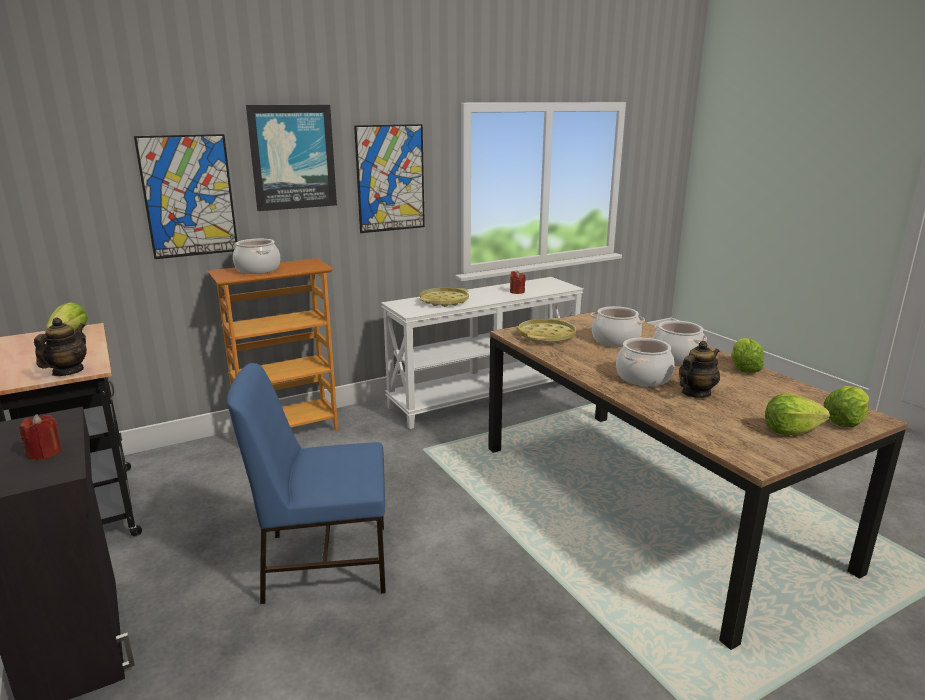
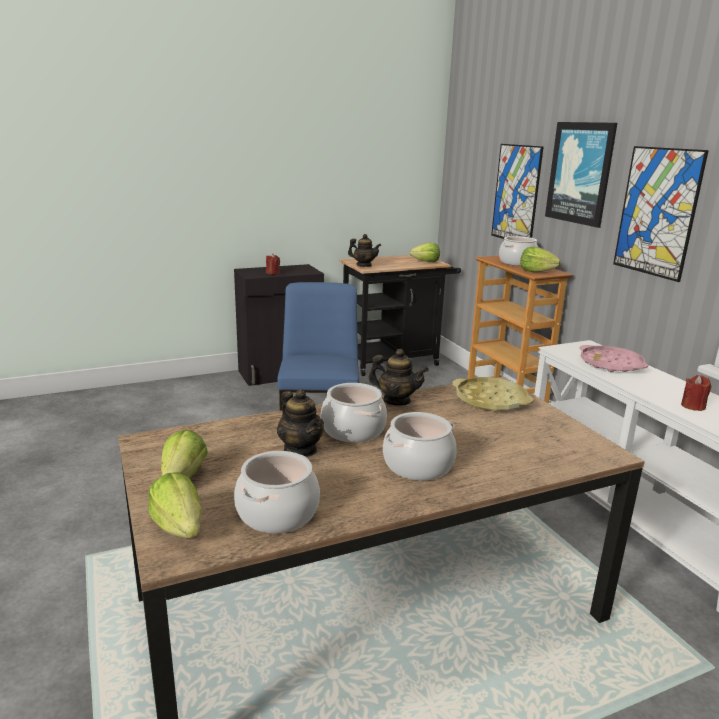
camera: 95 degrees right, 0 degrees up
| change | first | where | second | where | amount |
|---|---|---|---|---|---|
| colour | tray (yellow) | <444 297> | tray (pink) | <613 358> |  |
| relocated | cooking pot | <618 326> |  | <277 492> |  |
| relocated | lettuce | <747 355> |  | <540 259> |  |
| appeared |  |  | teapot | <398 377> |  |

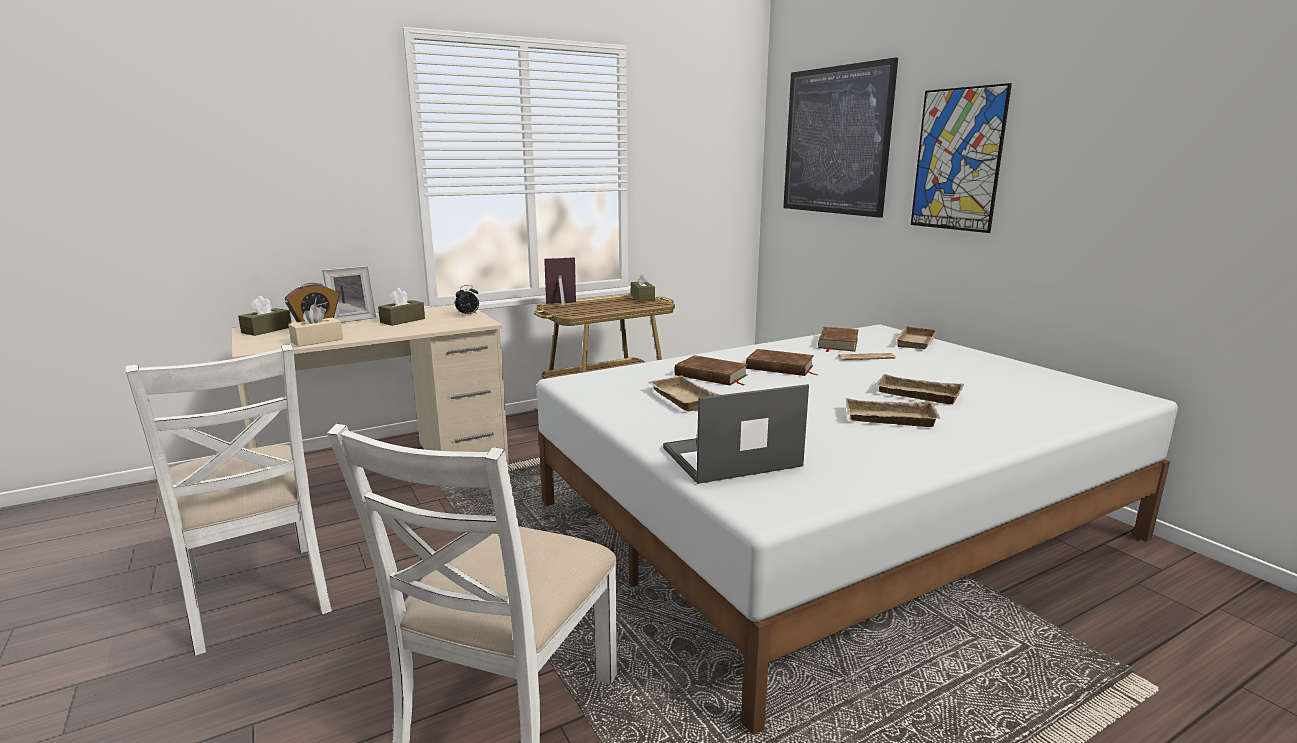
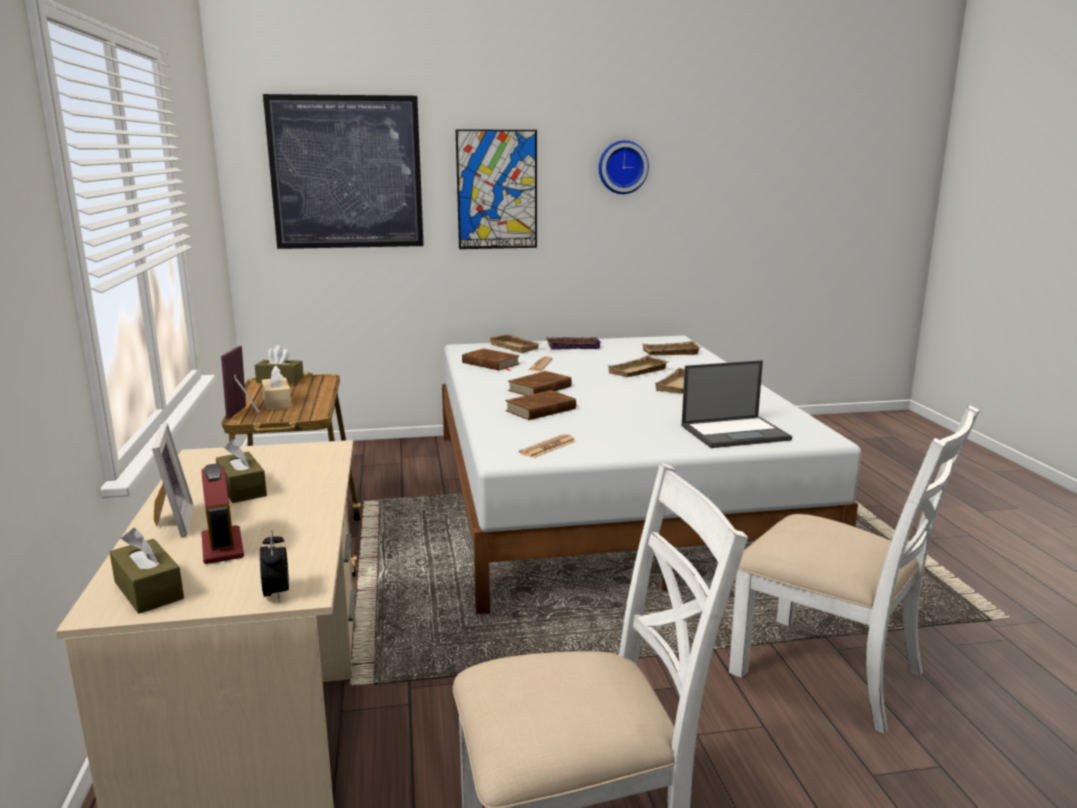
camera: 70 degrees left, 0 degrees up
| change | first | where | second | where | amount |
|---|---|---|---|---|---|
| relocated | tissue box (beige) | <315 326> |  | <277 387> |  |
| relocated | alarm clock | <467 300> |  | <274 566> |  |
| relocated | tray (beige) | <683 393> |  | <671 348> |  |
| spun | laptop | <736 434> |  | <736 404> | 105 degrees counterclockwise |
| appeared |  |  | newspaper | <547 446> |  |
| appeared |  |  | tray (purple) | <574 343> |  |
| appeared |  |  | wall clock | <624 167> |  |

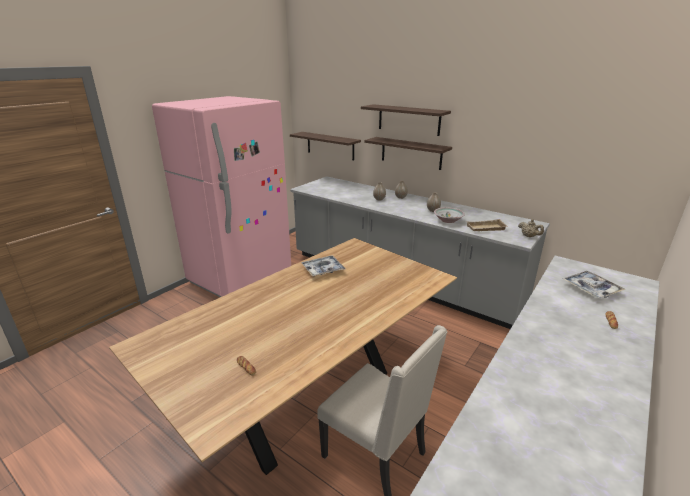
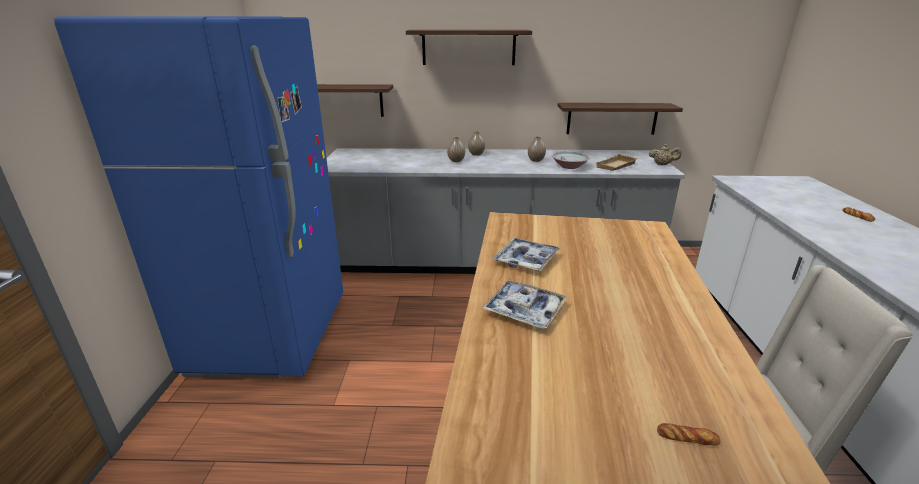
camera: 35 degrees left, 0 degrees up
| change | first | where | second | where | amount |
|---|---|---|---|---|---|
| colour | fridge (pink) | <221 196> | fridge (blue) | <198 197> |  |
| relocated | shelf | <408 153> |  | <620 119> |  |
| relocated | tray | <593 285> |  | <525 304> |  |

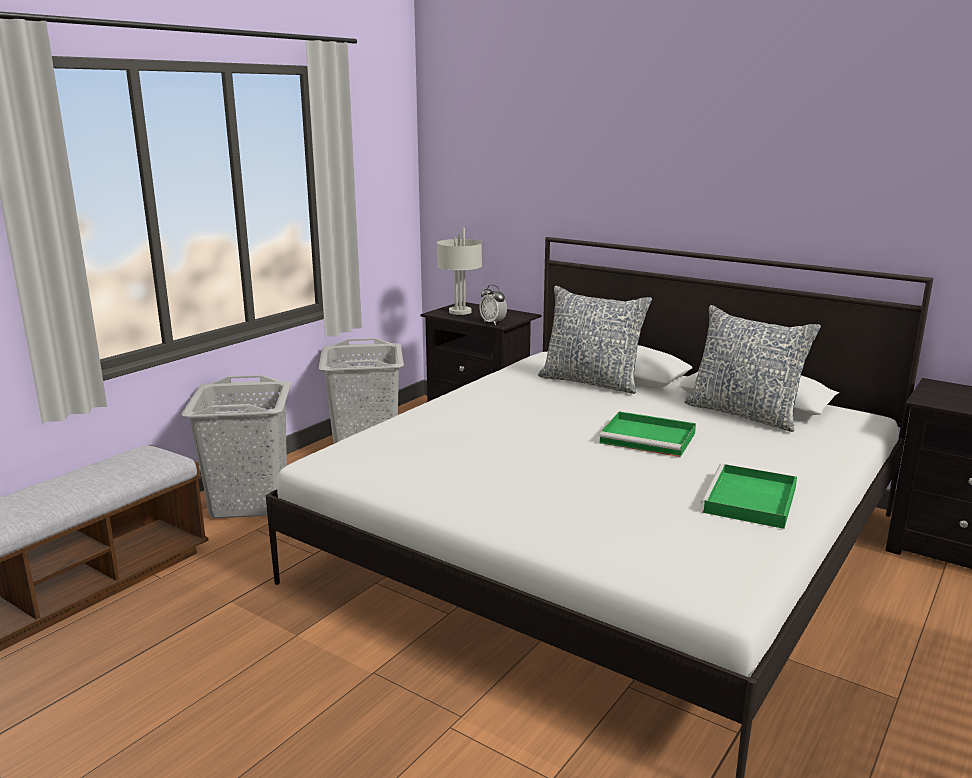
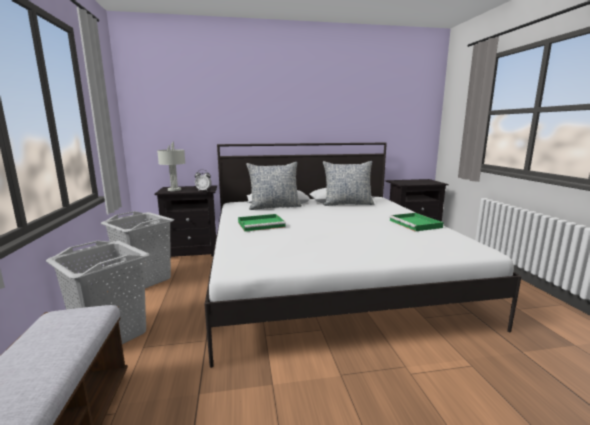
camera: 45 degrees left, 5 degrees down
| change | first | where | second | where | amount |
|---|---|---|---|---|---|
| relocated | tray (green) | <647 434> |  | <262 223> |  |

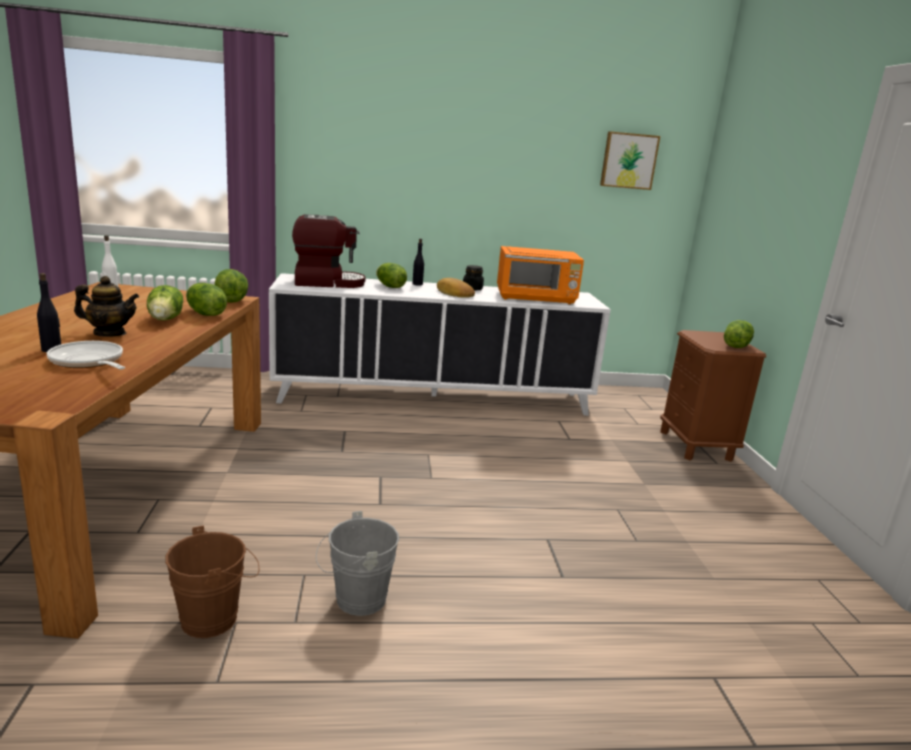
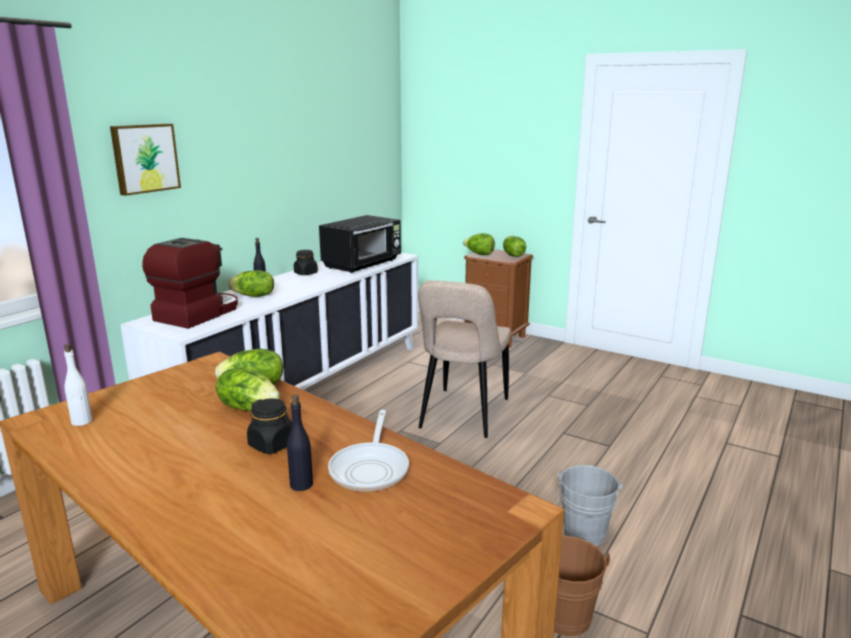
camera: 50 degrees left, 0 degrees up
| change | first | where | second | where | amount |
|---|---|---|---|---|---|
| spun | frying pan | <86 355> |  | <368 451> | 75 degrees counterclockwise |
| exchanged | teapot | <106 306> | jar (black) | <269 426> |  |
| relocated | lettuce | <231 286> |  | <479 244> |  |
| missing | bread | <456 288> |  |  |  |
| colour | microwave (orange) | <540 275> | microwave (black) | <360 244> |  |
| relocated | picture | <630 160> |  | <145 160> |  |
| appeared |  |  | chair (beige) | <464 359> |  |

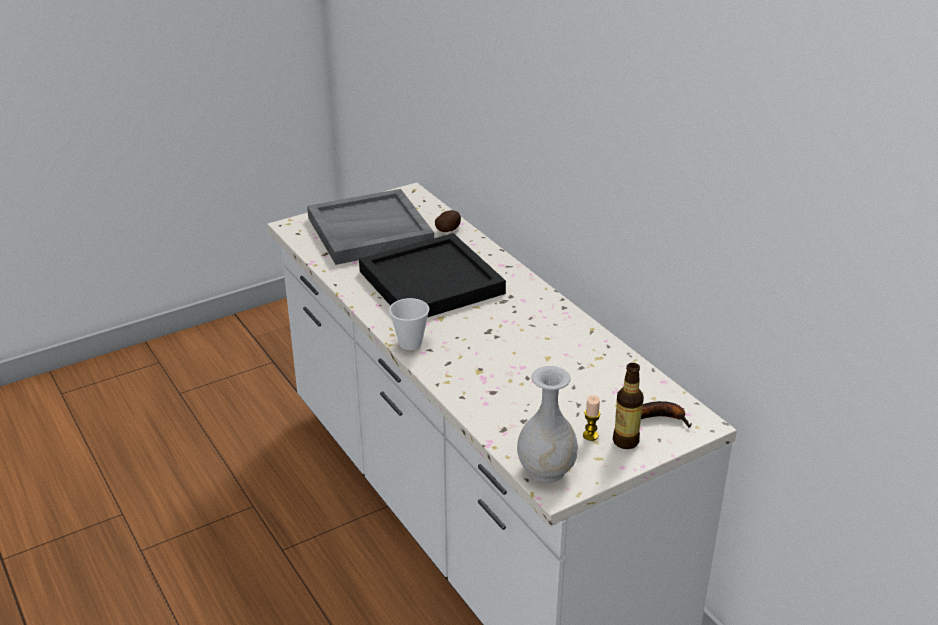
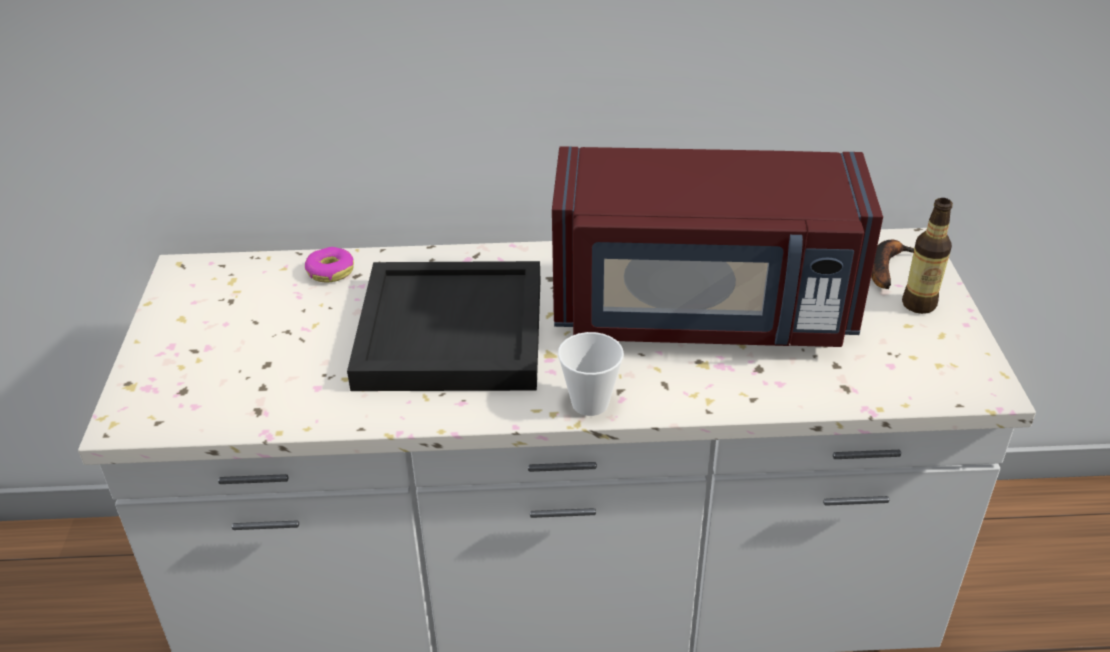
camera: 60 degrees left, 5 degrees up
| change | first | where | second | where | amount |
|---|---|---|---|---|---|
| missing | tray (grey) | <370 227> |  |  |  |
| exchanged | potato | <448 221> | donut | <329 264> |  |
| missing | vase (white) | <547 424> |  |  |  |
| missing | candle | <591 418> |  |  |  |
| appeared |  |  | microwave (red) | <717 246> |  |

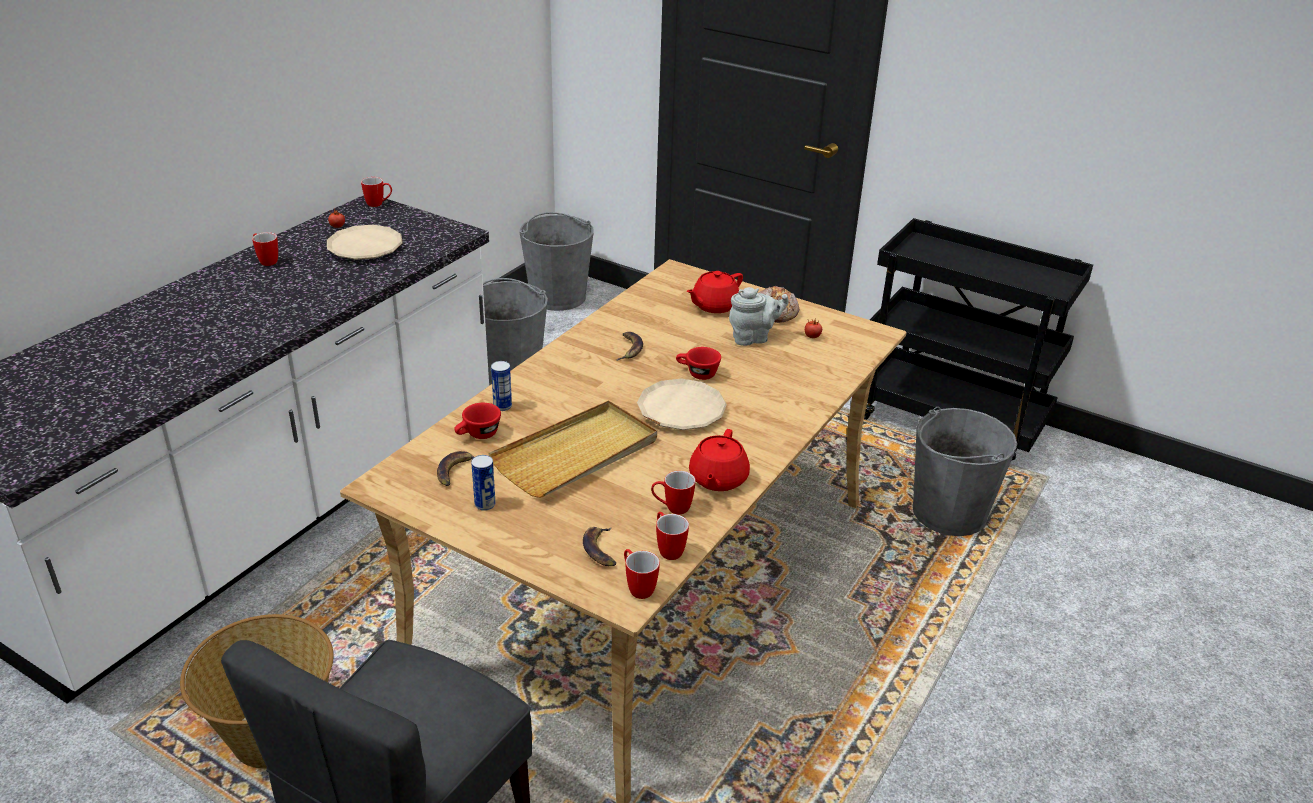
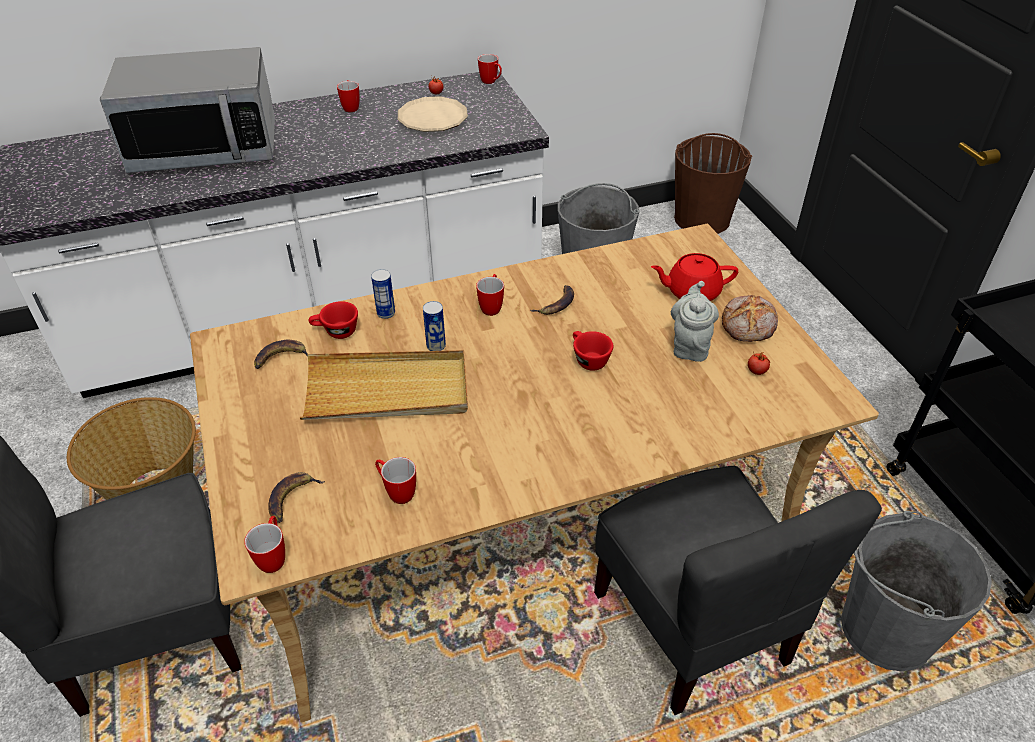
camera: 40 degrees right, 10 degrees up
| change | first | where | second | where | amount |
|---|---|---|---|---|---|
| relocated | can | <483 483> |  | <434 326> |  |
| colour | bucket (grey) | <557 261> | bucket (brown) | <713 183> |  |
| missing | plate (beige) | <682 404> |  |  |  |
| relocated | mug | <672 536> |  | <490 295> |  |
| missing | teapot (red) | <719 460> |  |  |  |
| spun | teapot (grey) | <759 316> |  | <695 321> | 105 degrees counterclockwise |
| appeared |  |  | microwave | <187 110> |  |
| appeared |  |  | chair (grey) | <738 590> |  |

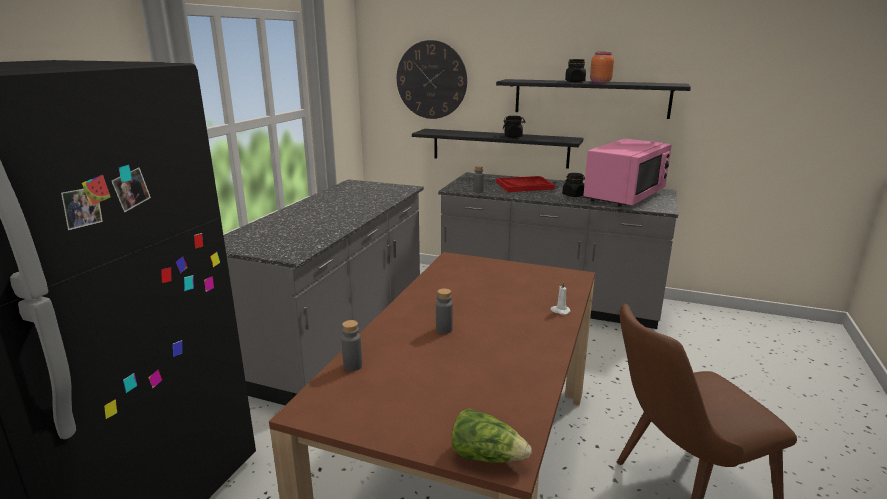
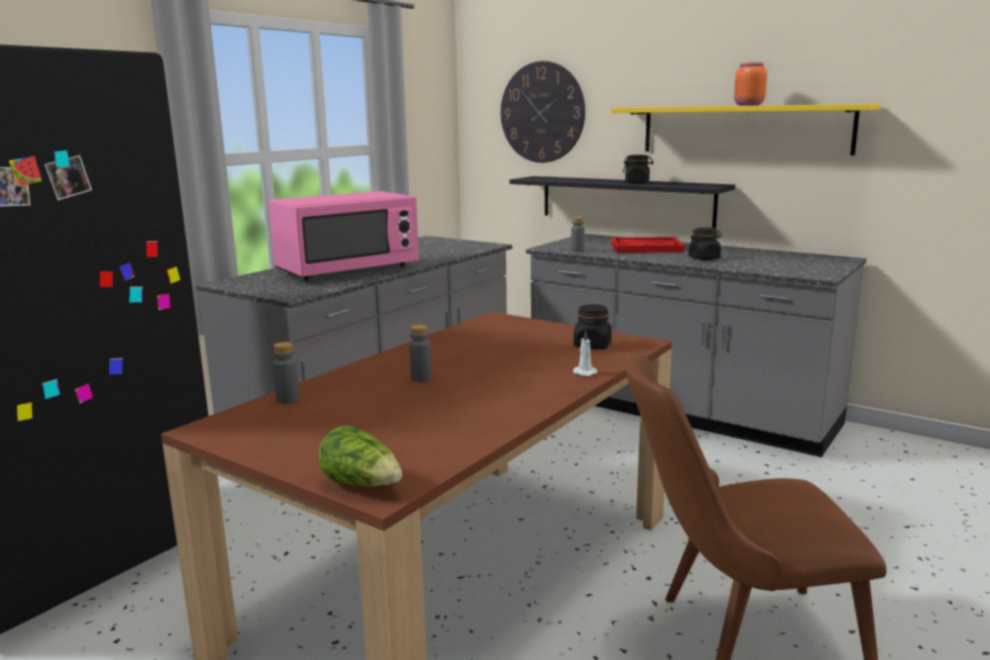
camera: 15 degrees right, 5 degrees down
| change | first | where | second | where | amount |
|---|---|---|---|---|---|
| colour | shelf (black) | <593 99> | shelf (yellow) | <746 129> |  |
| relocated | jar (black) | <575 70> |  | <593 326> |  |
| relocated | microwave (pink) | <627 173> |  | <343 235> |  |

